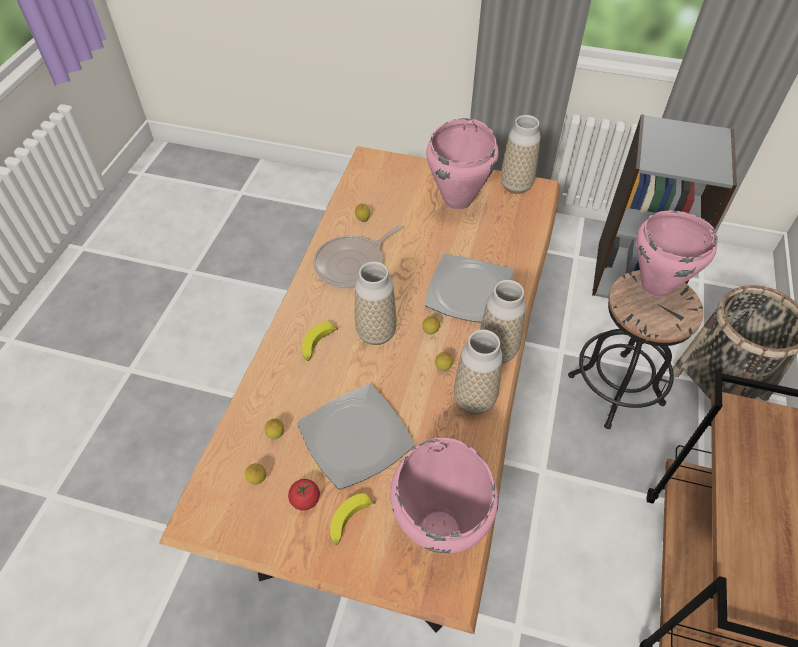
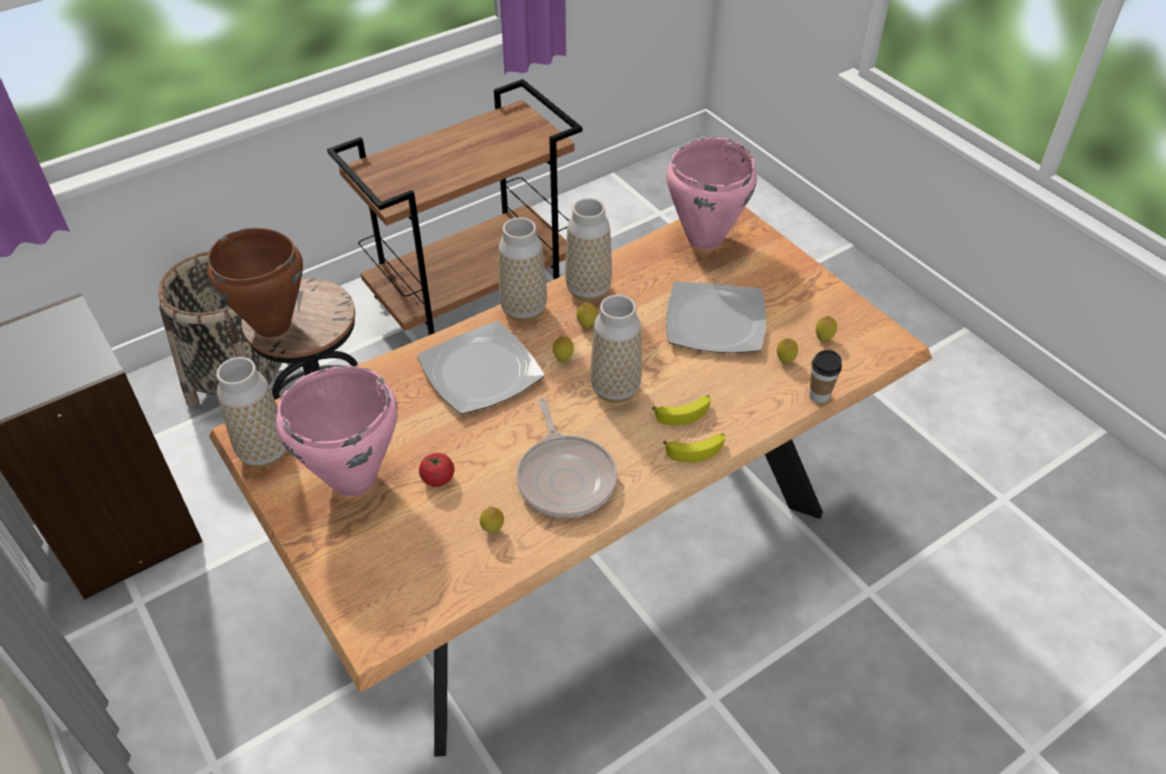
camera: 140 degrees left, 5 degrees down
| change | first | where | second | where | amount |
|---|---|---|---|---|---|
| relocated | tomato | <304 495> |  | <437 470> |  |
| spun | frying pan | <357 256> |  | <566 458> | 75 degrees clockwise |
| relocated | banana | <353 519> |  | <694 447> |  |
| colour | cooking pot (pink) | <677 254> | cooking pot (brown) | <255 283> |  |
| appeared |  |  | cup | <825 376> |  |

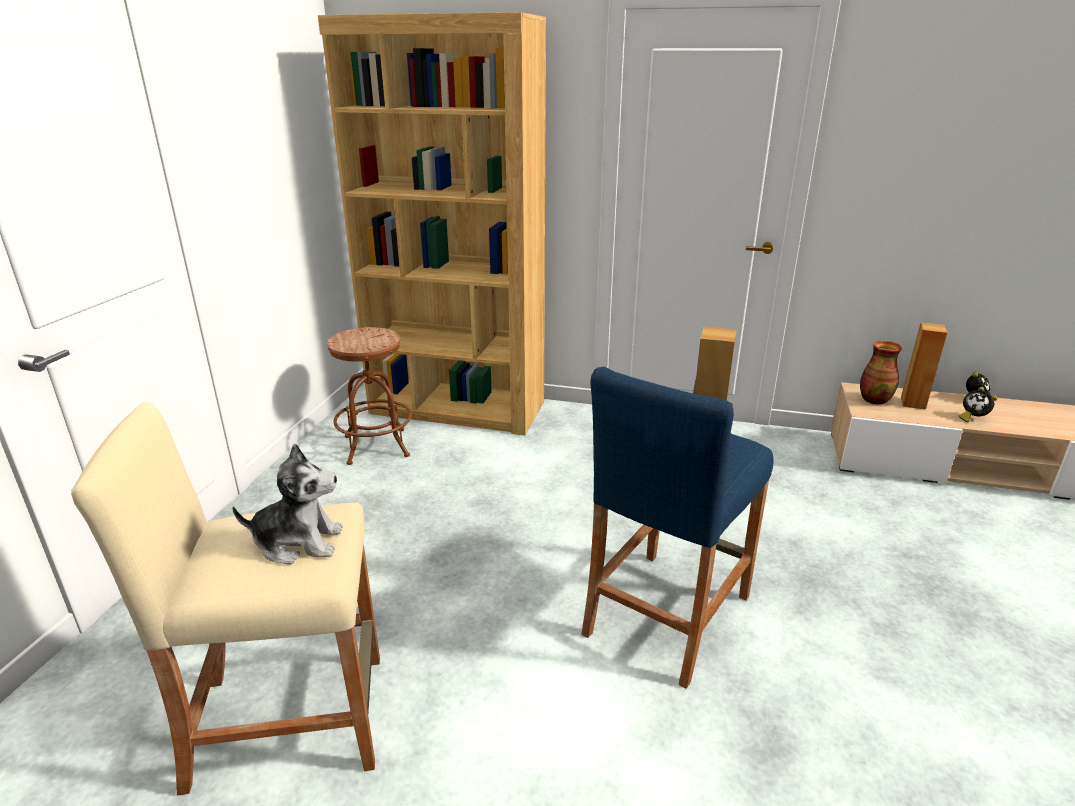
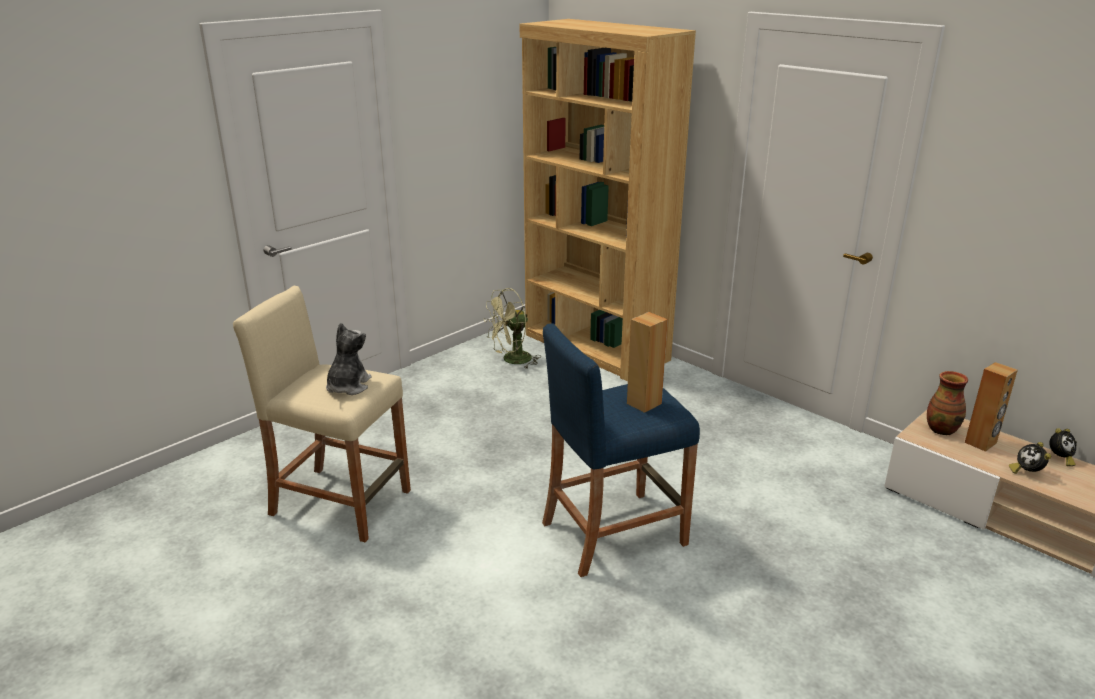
camera: 30 degrees right, 0 degrees up
| change | first | where | second | where | amount |
|---|---|---|---|---|---|
| spun | plush toy | <287 504> |  | <349 359> | 105 degrees counterclockwise |
| exchanged | stool (brown) | <369 396> | fan (green) | <512 328> |  |

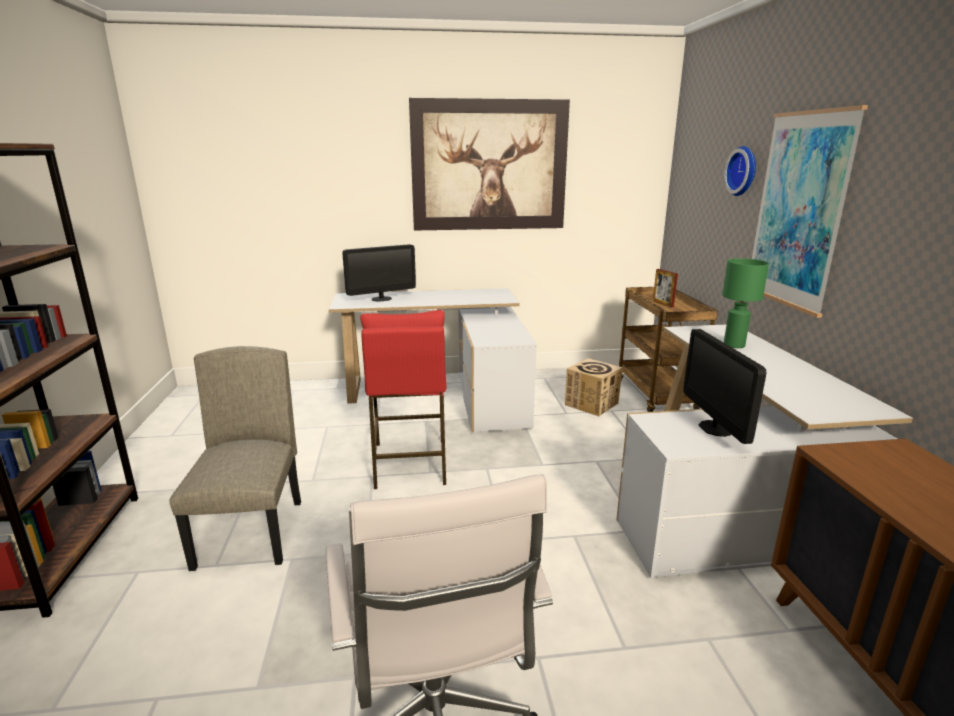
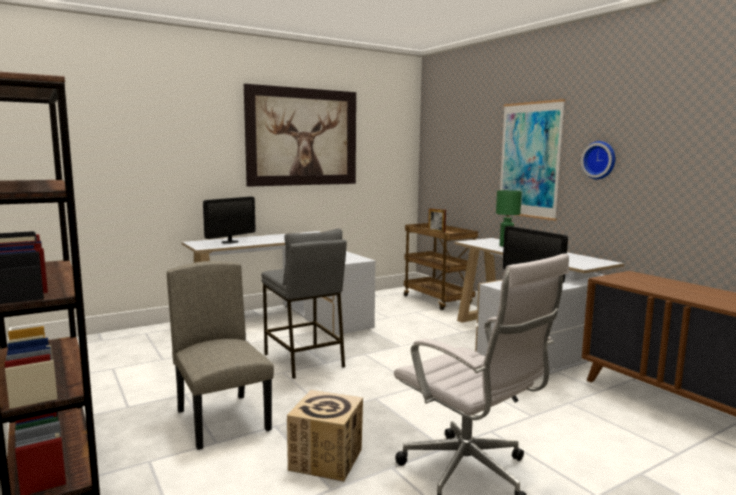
camera: 25 degrees left, 10 degrees down
| change | first | where | second | where | amount |
|---|---|---|---|---|---|
| colour | stool (red) | <403 399> | stool (grey) | <304 304> |  |
| relocated | cardboard box | <594 387> |  | <325 436> |  |
| relocated | wall clock | <740 171> |  | <598 160> |  |

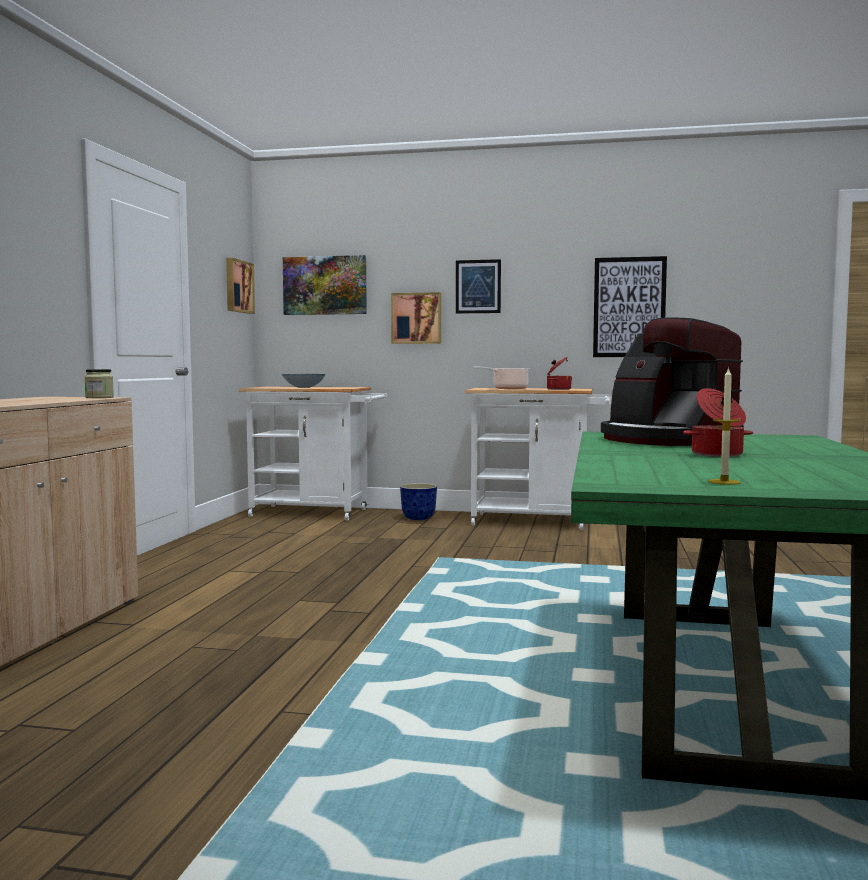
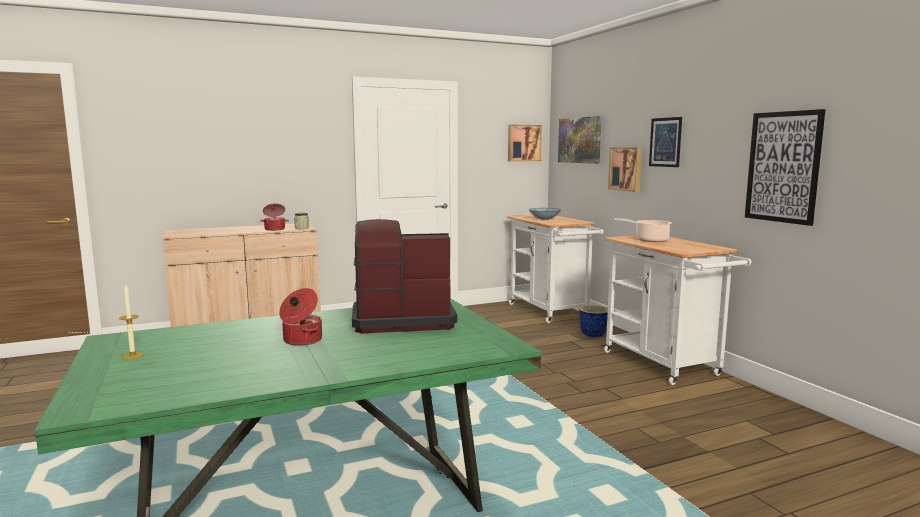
camera: 55 degrees right, 5 degrees up
| change | first | where | second | where | amount |
|---|---|---|---|---|---|
| relocated | cooking pot | <559 373> |  | <274 217> |  |
| spun | coffee machine | <672 381> |  | <404 276> | 60 degrees clockwise |

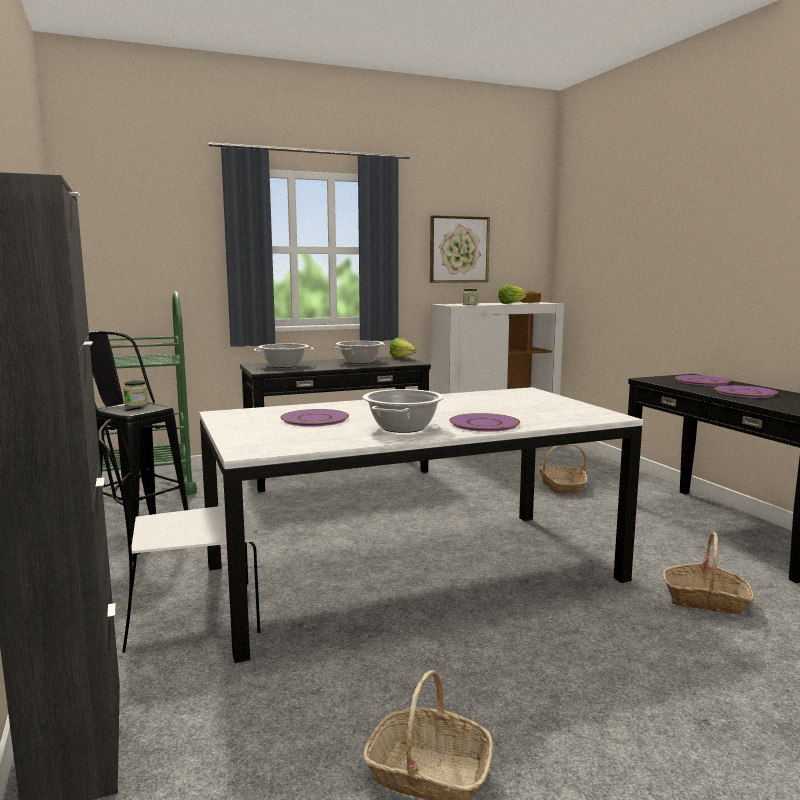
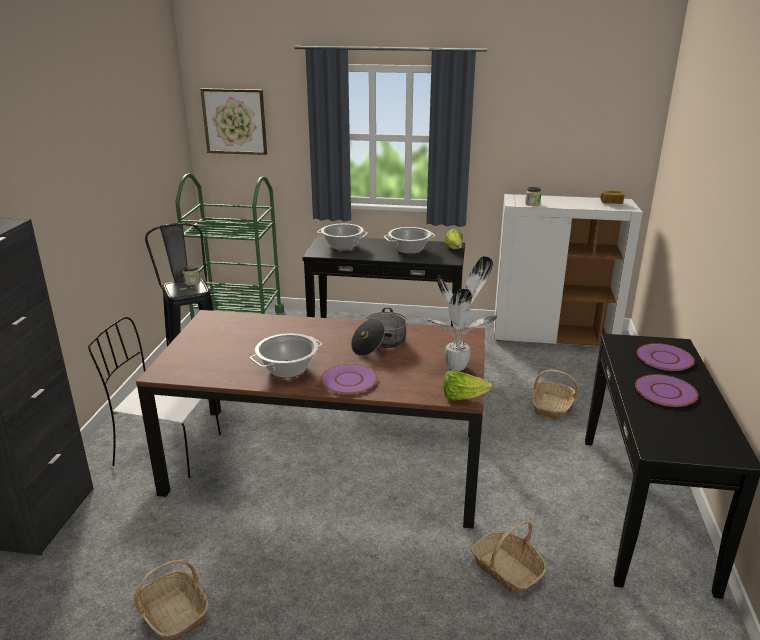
camera: 30 degrees right, 15 degrees up
| change | first | where | second | where | amount |
|---|---|---|---|---|---|
| colour | dining table (white) | <421 525> | dining table (brown) | <310 419> |  |
| missing | plate (purple) | <314 418> |  |  |  |
| relocated | picture | <460 249> |  | <233 121> |  |
| relocated | lettuce | <512 294> |  | <468 385> |  |
| appeared |  |  | cooking pot | <379 332> |  |
| appeared |  |  | potted plant | <461 313> |  |

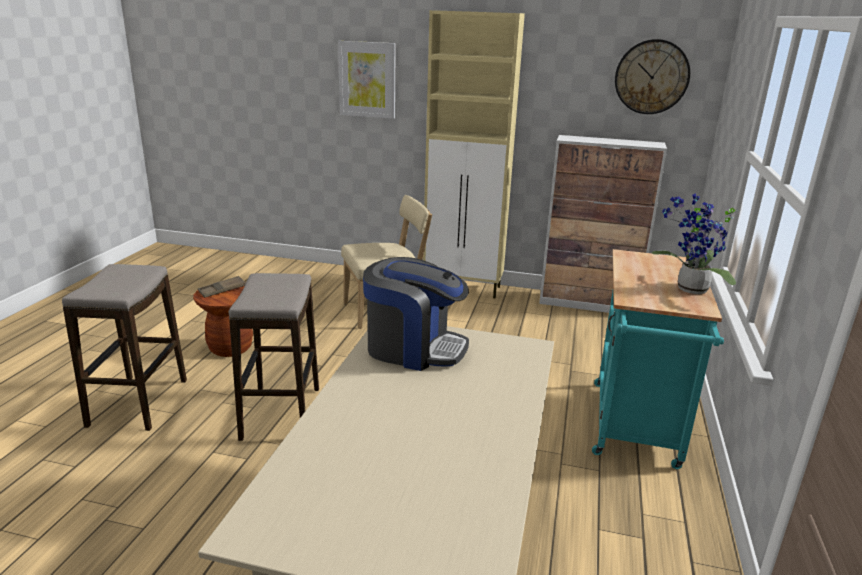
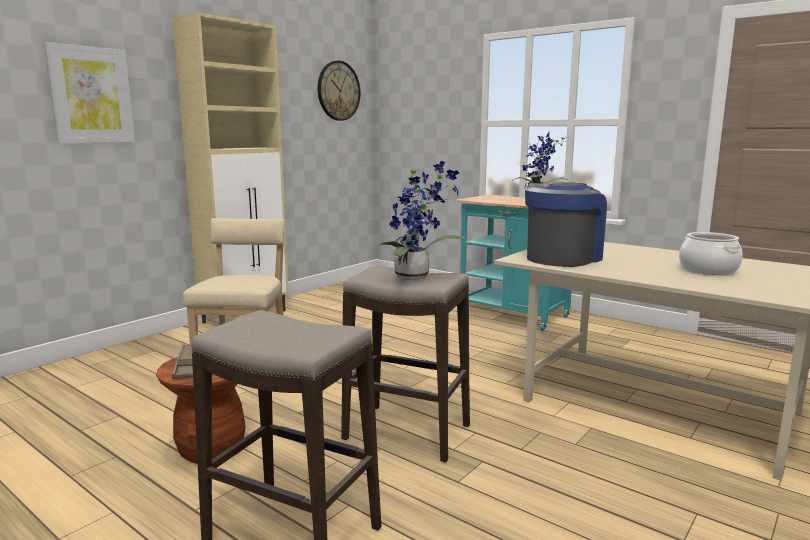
camera: 65 degrees left, 10 degrees down
| change | first | where | second | where | amount |
|---|---|---|---|---|---|
| missing | cabinet | <603 224> |  |  |  |
| appeared |  |  | potted plant | <421 220> |  |
| appeared |  |  | cooking pot | <711 253> |  |

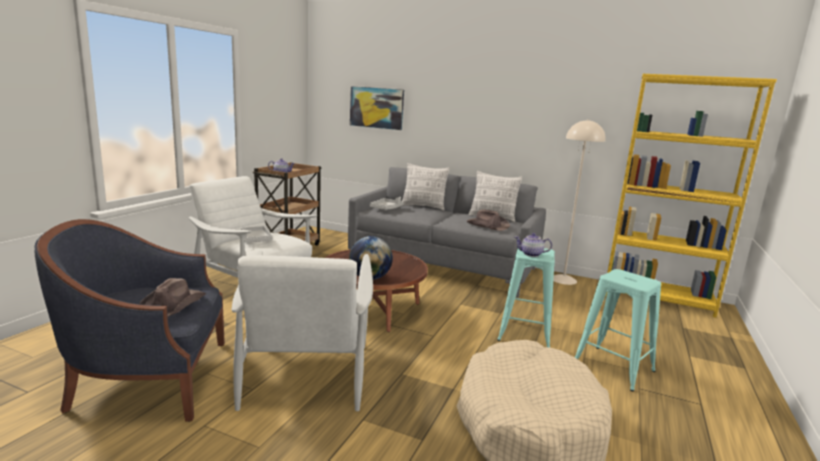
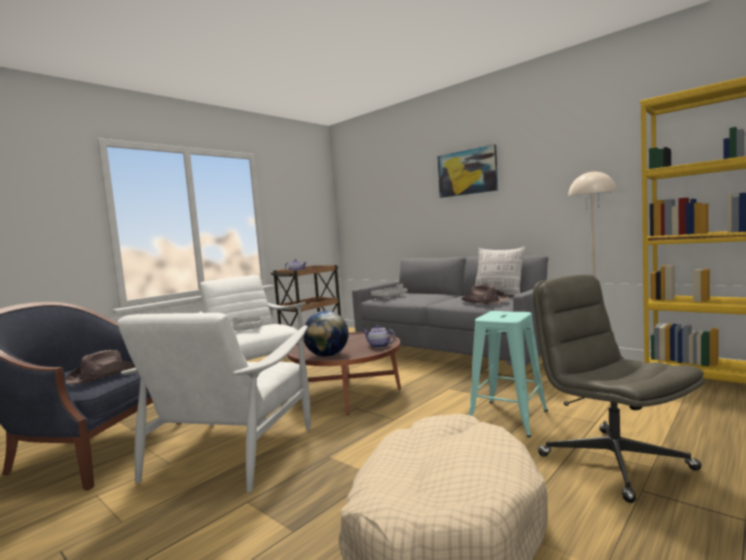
camera: 20 degrees right, 10 degrees down
| change | first | where | second | where | amount |
|---|---|---|---|---|---|
| relocated | picture | <377 108> |  | <467 171> |  |
| missing | pillow | <426 187> |  |  |  |
| relocated | teapot | <533 245> |  | <379 336> |  |
| exchanged | stool (turquoise) | <618 330> | office chair (grey) | <619 389> |  |

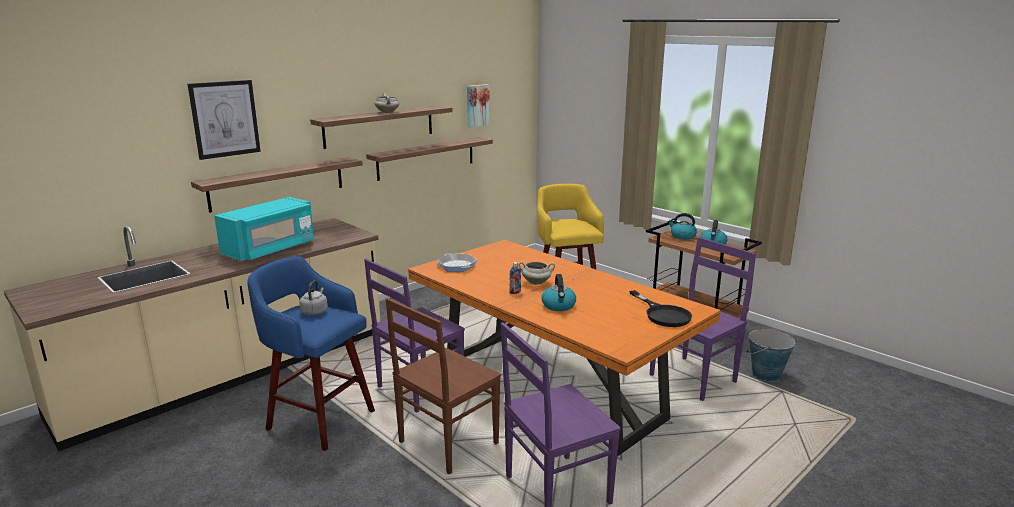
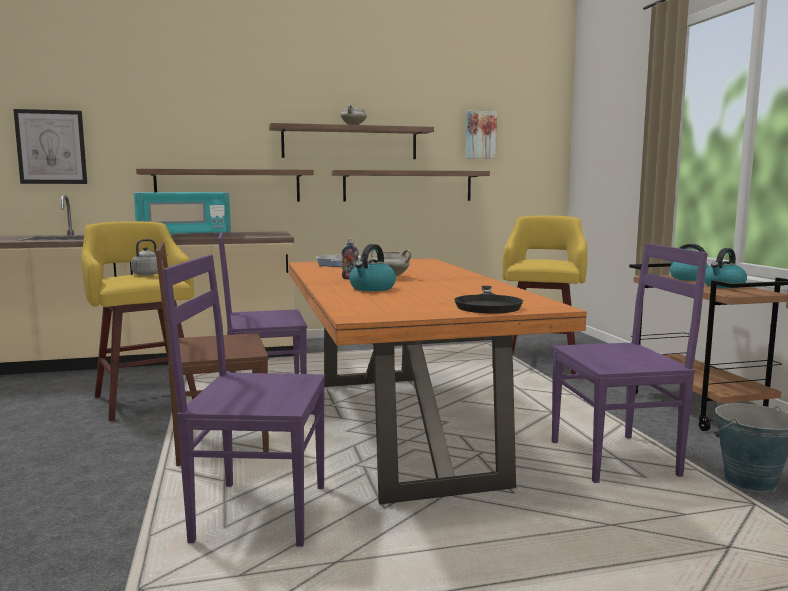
camera: 30 degrees right, 10 degrees down
| change | first | where | second | where | amount |
|---|---|---|---|---|---|
| relocated | picture | <224 120> |  | <50 146> |  |
| colour | stool (blue) | <311 353> | stool (yellow) | <138 321> |  |

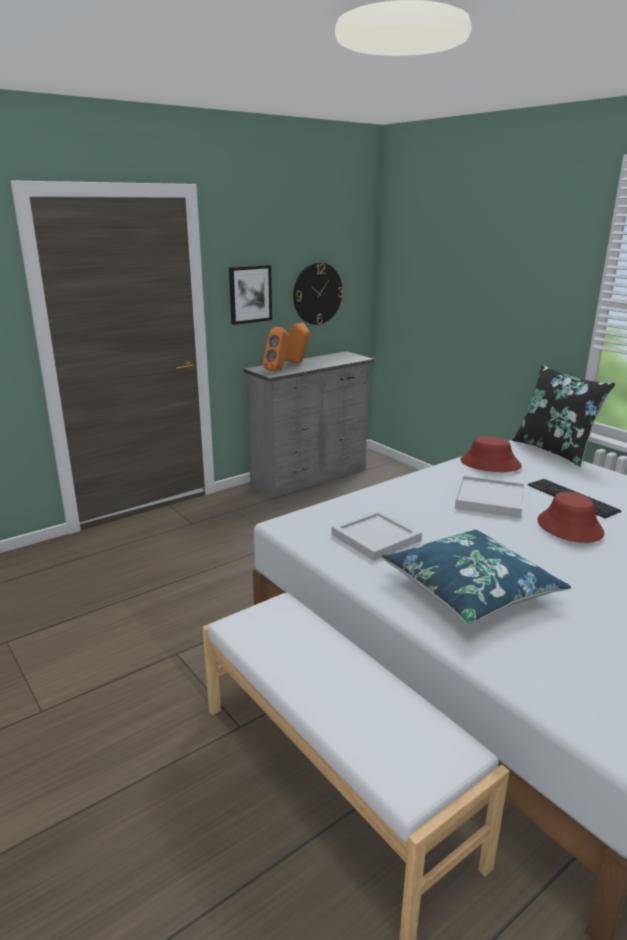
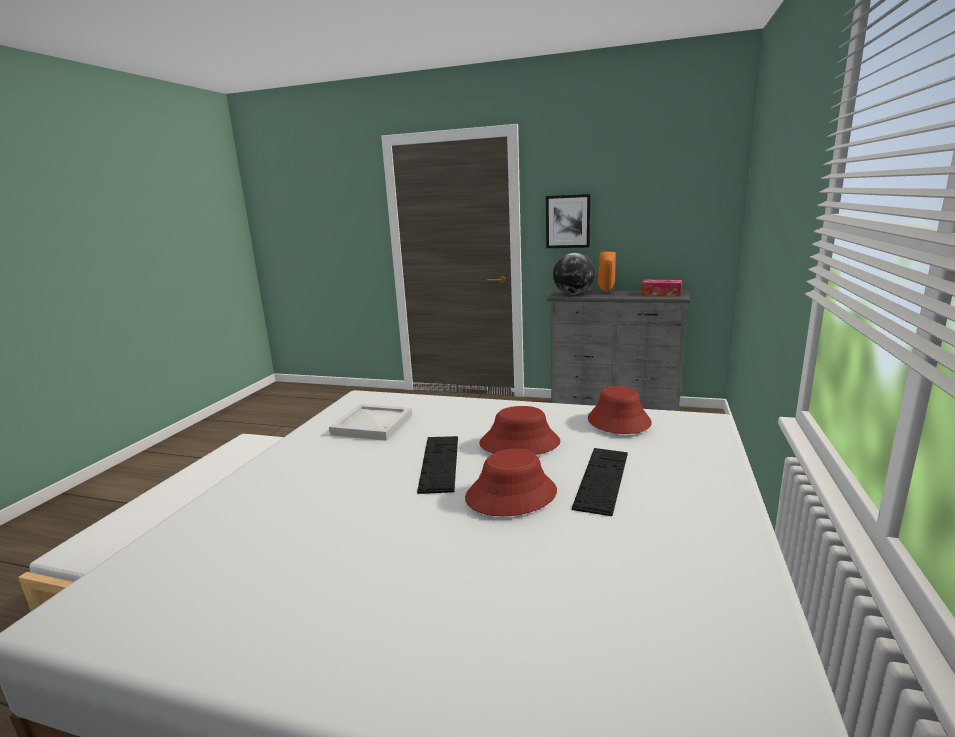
camera: 55 degrees right, 5 degrees down
| change | first | where | second | where | amount |
|---|---|---|---|---|---|
| exchanged | speaker (orange) | <276 349> | globe | <574 274> |  |
| missing | wall clock | <318 293> |  |  |  |
| missing | pillow (blue) | <476 577> |  |  |  |
| exchanged | tray (white) | <489 497> | hat (red) | <520 430> |  |
| missing | pillow (black) | <563 416> |  |  |  |
| appeared |  |  | keyboard | <437 465> |  |
| appeared |  |  | tissue box | <661 288> |  |

